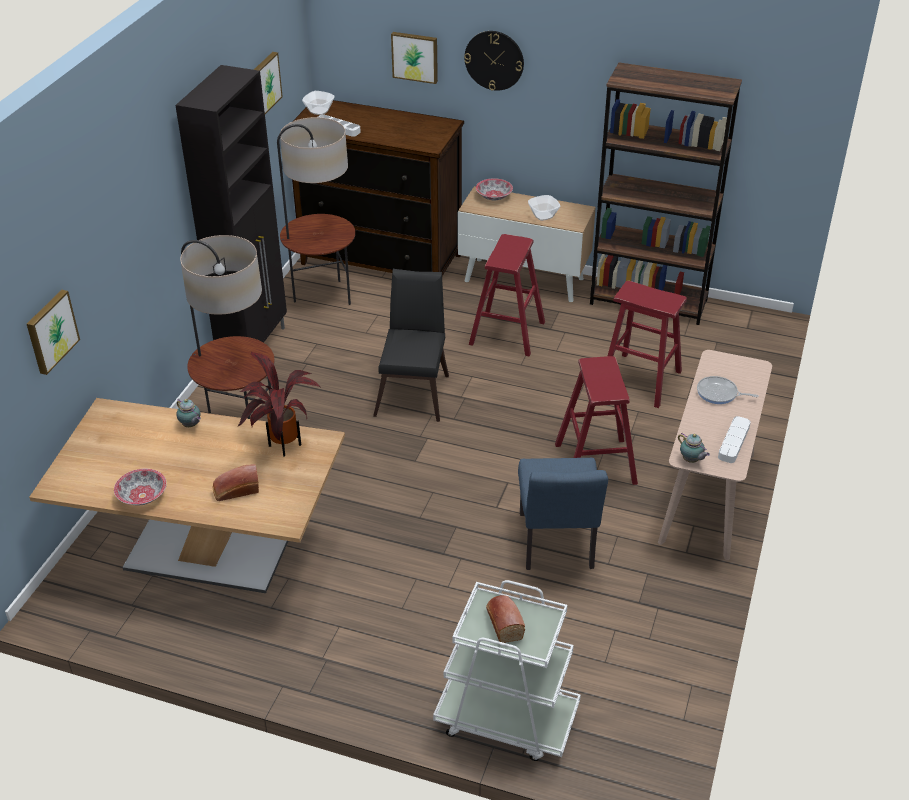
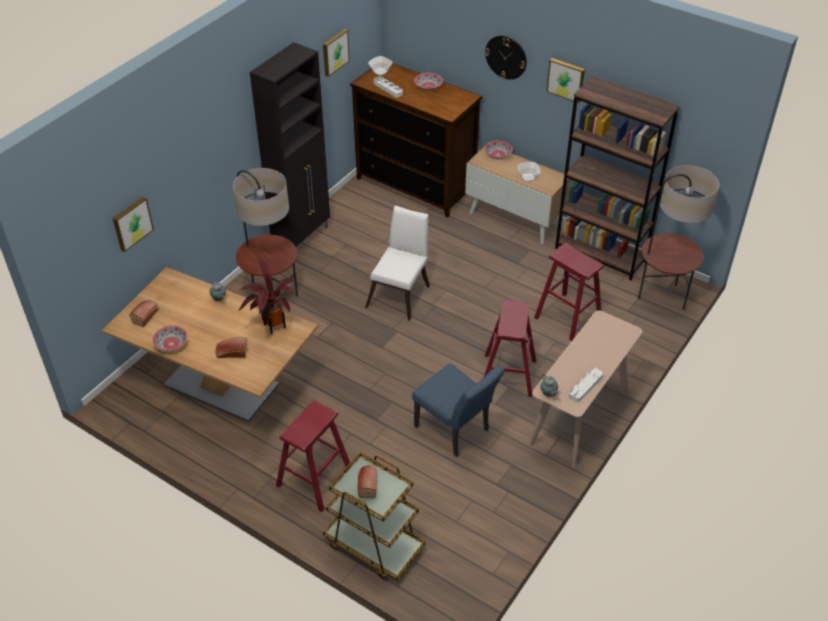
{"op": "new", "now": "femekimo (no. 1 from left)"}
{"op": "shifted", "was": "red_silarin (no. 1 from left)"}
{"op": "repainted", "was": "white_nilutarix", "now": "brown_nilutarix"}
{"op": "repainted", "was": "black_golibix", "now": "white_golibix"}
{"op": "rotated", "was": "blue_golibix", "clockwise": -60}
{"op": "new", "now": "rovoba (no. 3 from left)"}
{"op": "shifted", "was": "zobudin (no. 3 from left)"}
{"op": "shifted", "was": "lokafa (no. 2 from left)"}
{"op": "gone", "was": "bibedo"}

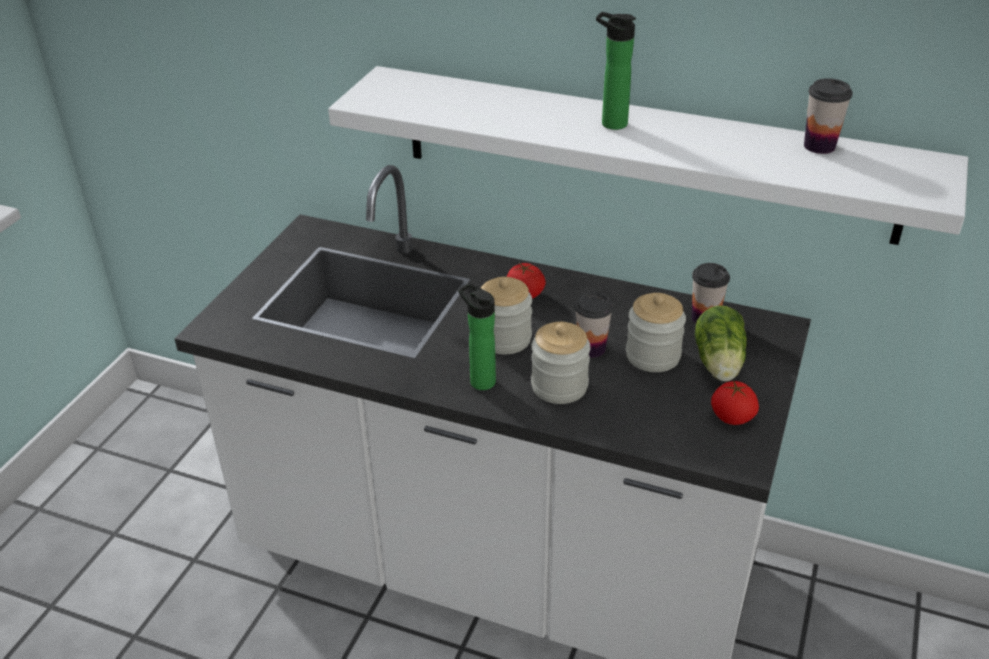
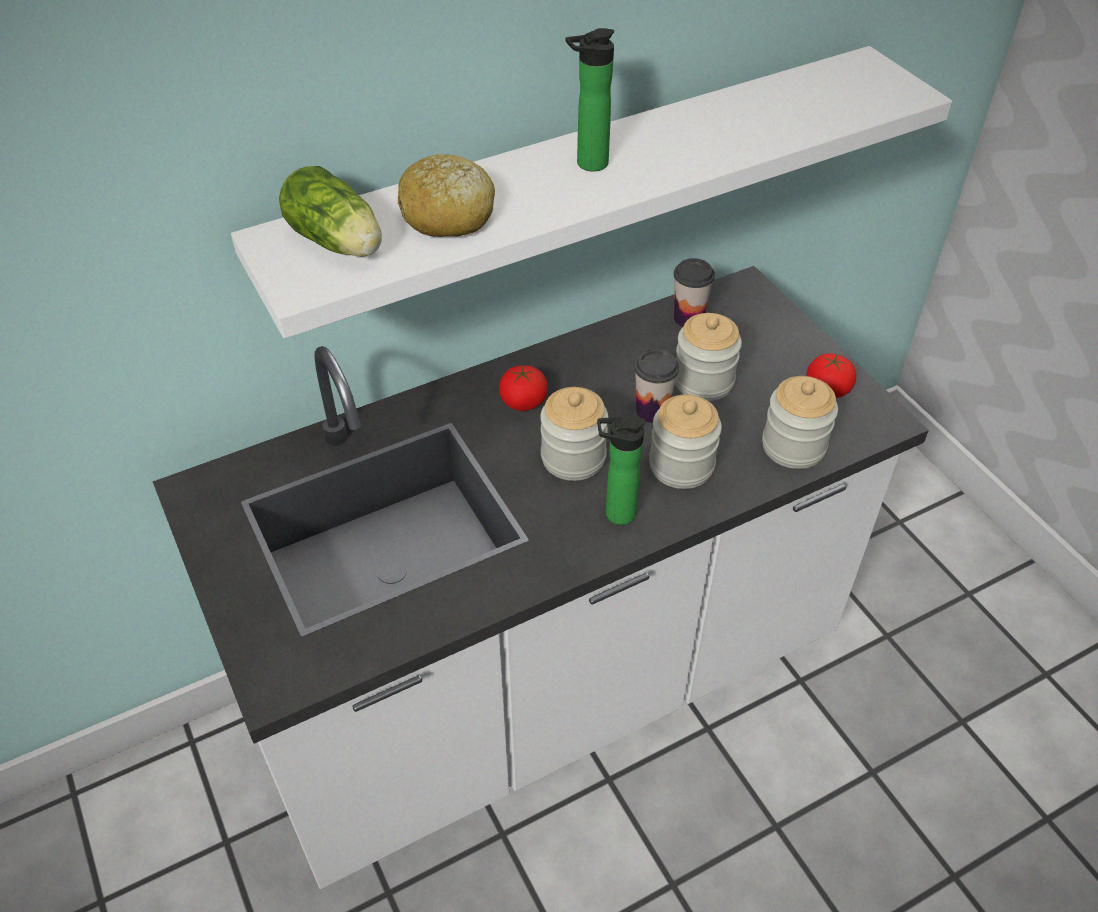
{"op": "shifted", "was": "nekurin"}
{"op": "new", "now": "femekimo"}
{"op": "new", "now": "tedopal (no. 4 from left)"}
{"op": "gone", "was": "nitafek (no. 3 from left)"}

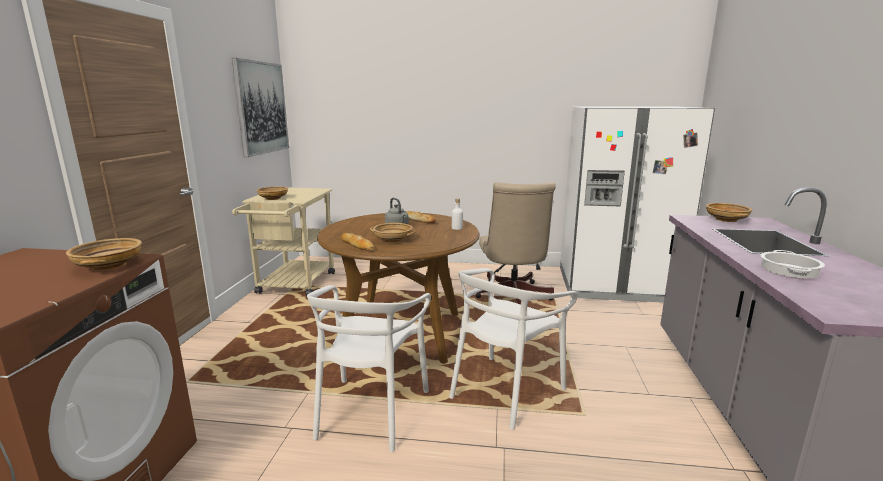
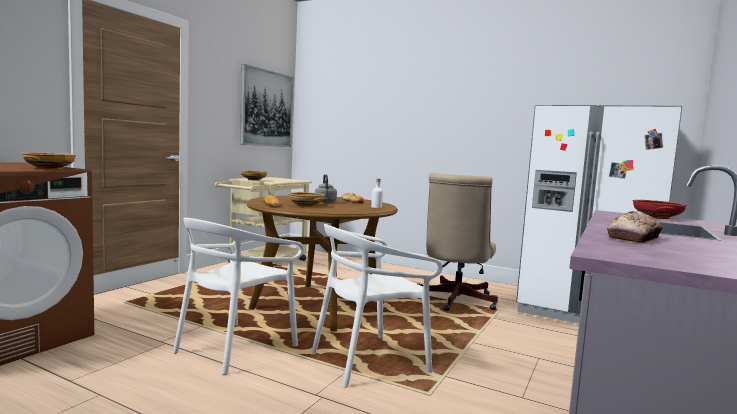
{"op": "swapped", "was": "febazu", "now": "femekimo (no. 3 from left)"}
{"op": "repainted", "was": "beige_rovoba (no. 4 from left)", "now": "red_rovoba"}

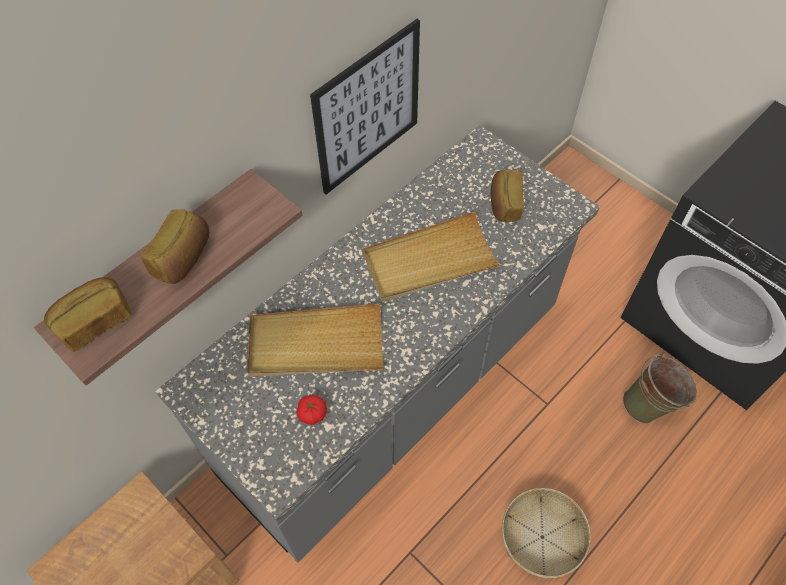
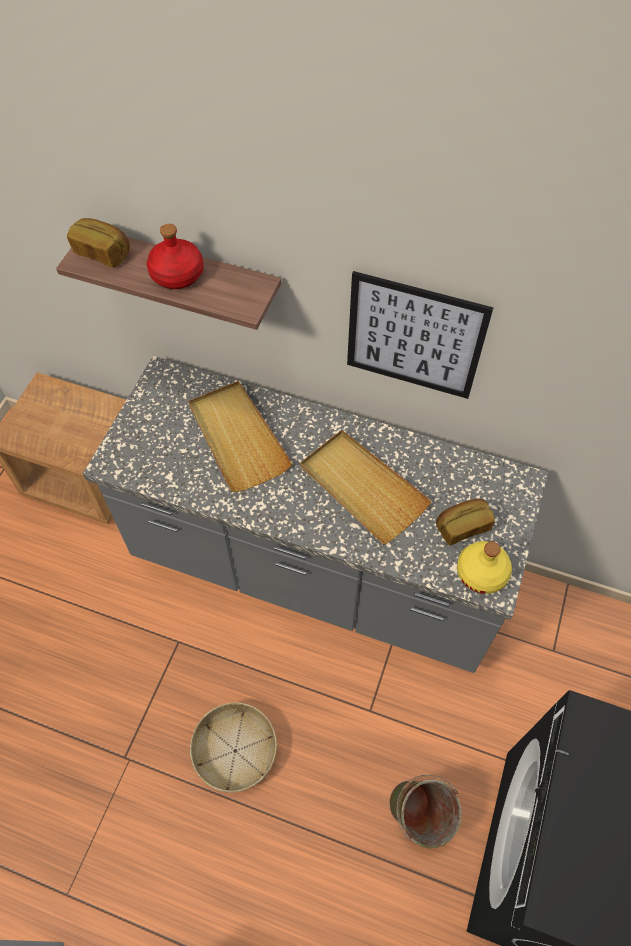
{"op": "swapped", "was": "femekimo (no. 2 from left)", "now": "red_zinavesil"}
{"op": "new", "now": "yellow_zinavesil"}
{"op": "gone", "was": "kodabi"}

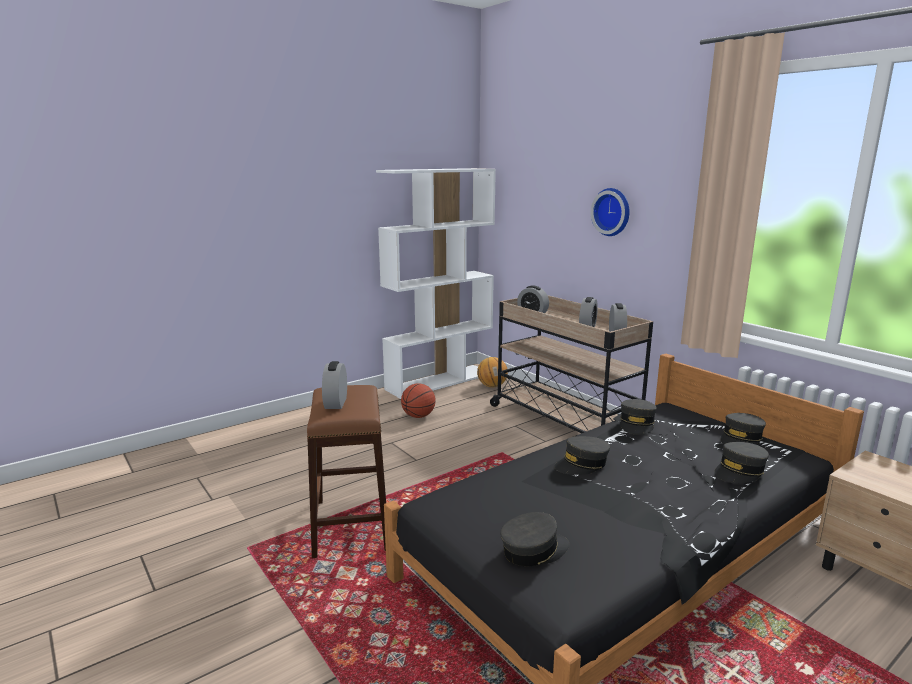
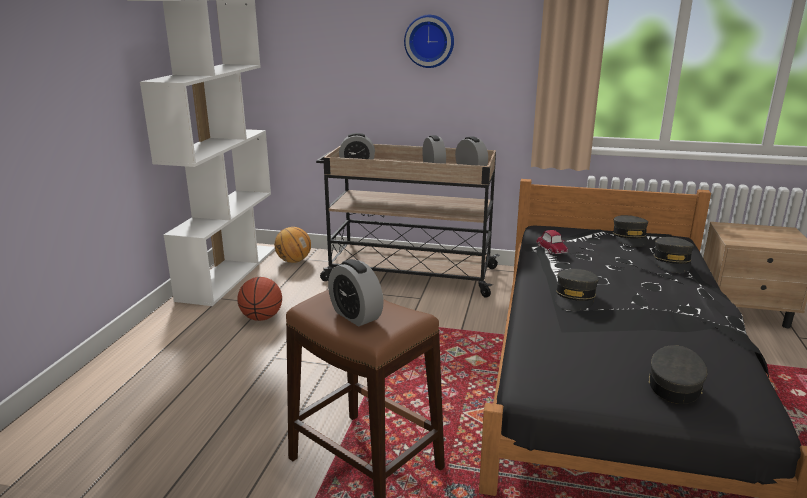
{"op": "swapped", "was": "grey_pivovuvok (no. 3 from left)", "now": "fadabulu"}

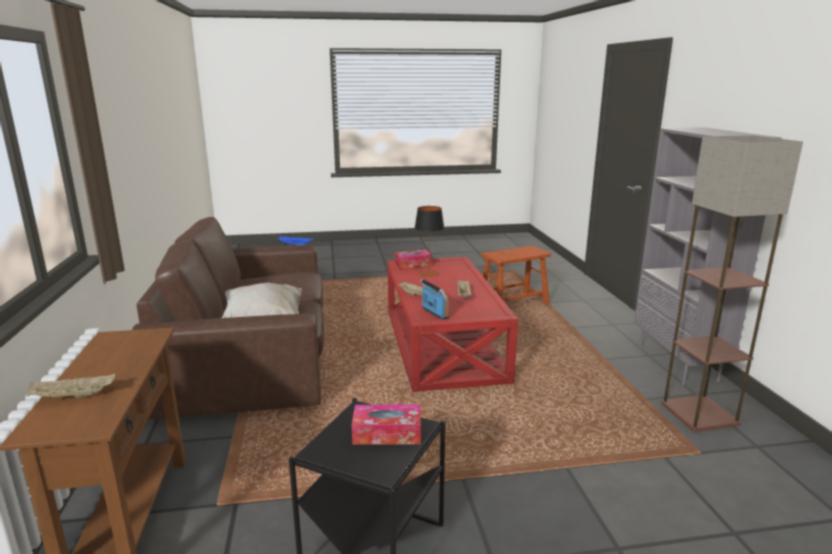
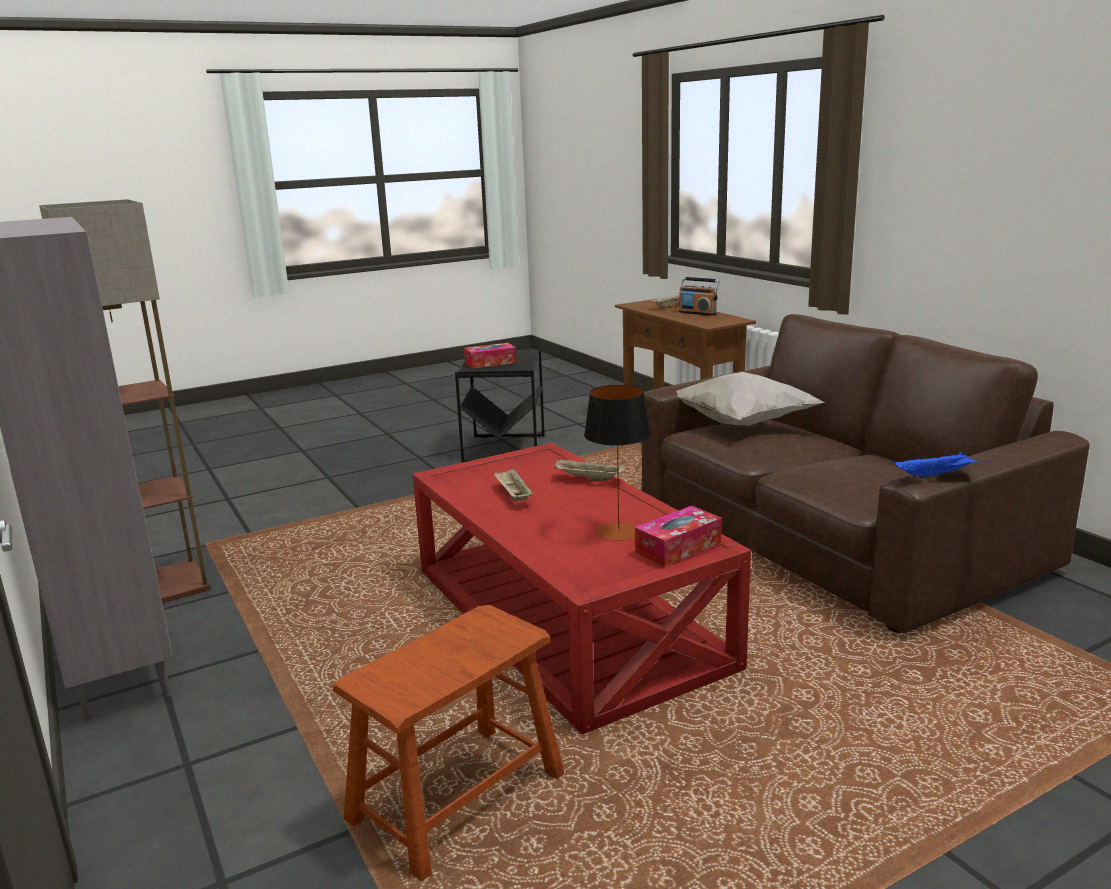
{"op": "shifted", "was": "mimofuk"}

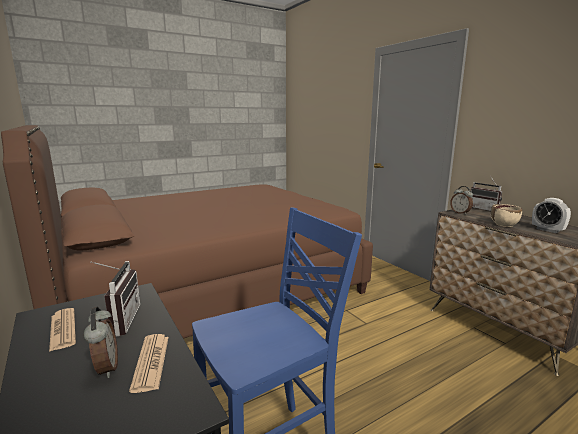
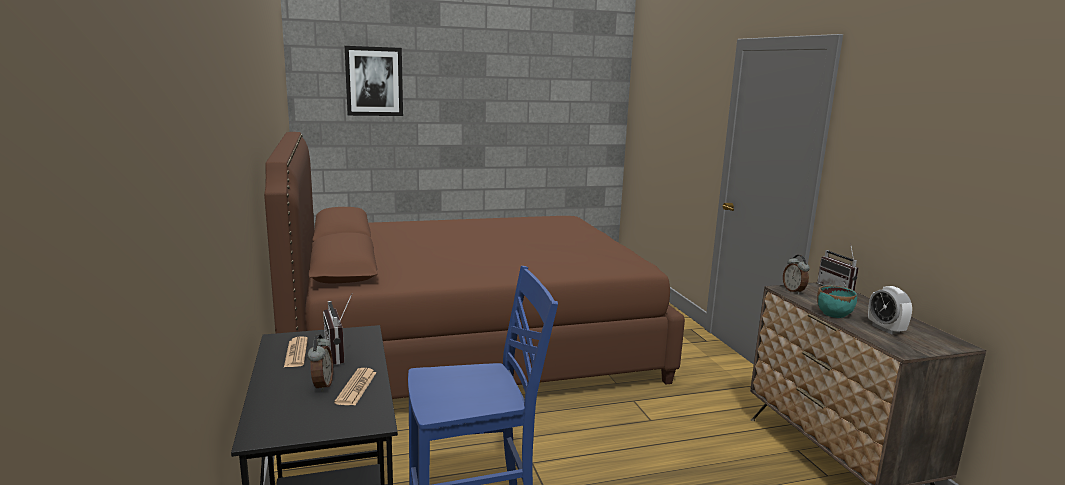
{"op": "rotated", "was": "mimofuk (no. 1 from left)", "clockwise": 150}
{"op": "new", "now": "zobudin"}
{"op": "repainted", "was": "beige_rovoba", "now": "turquoise_rovoba"}

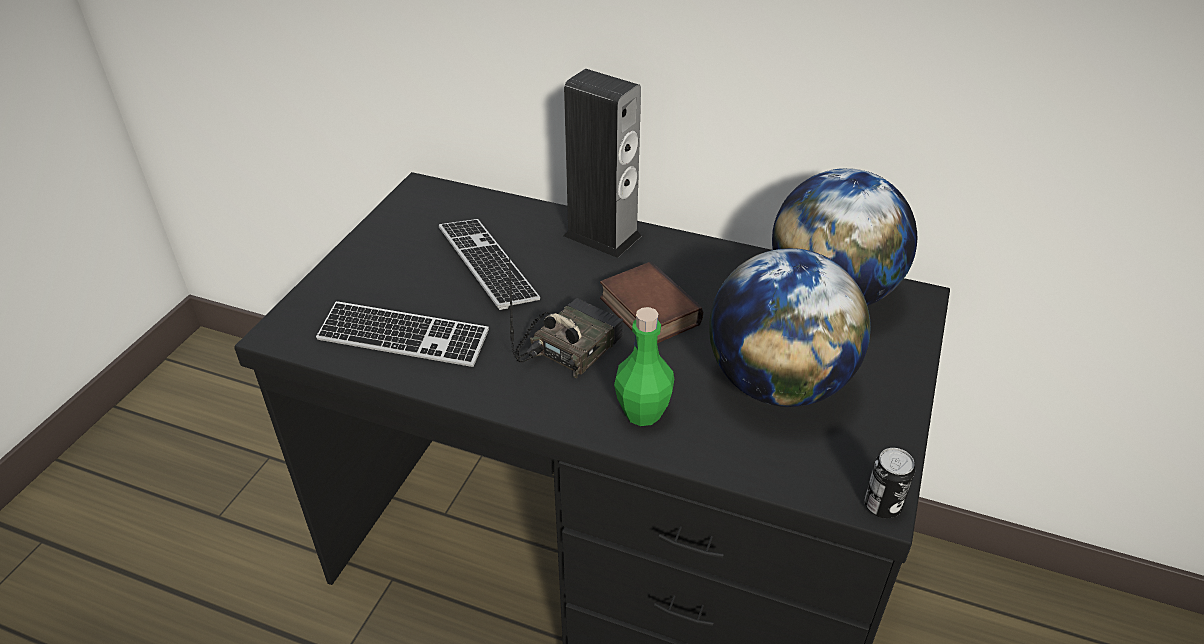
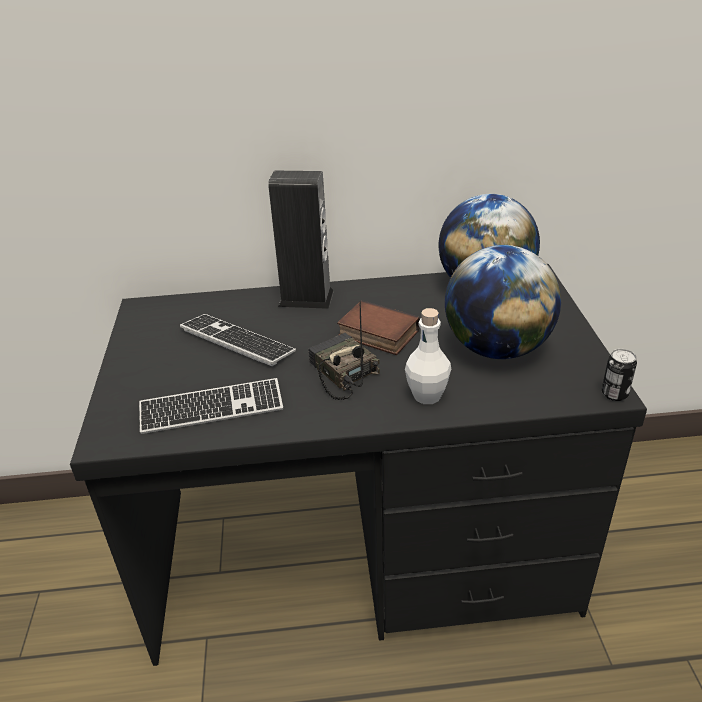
{"op": "rotated", "was": "mimofuk", "clockwise": -45}
{"op": "repainted", "was": "green_zinavesil", "now": "white_zinavesil"}

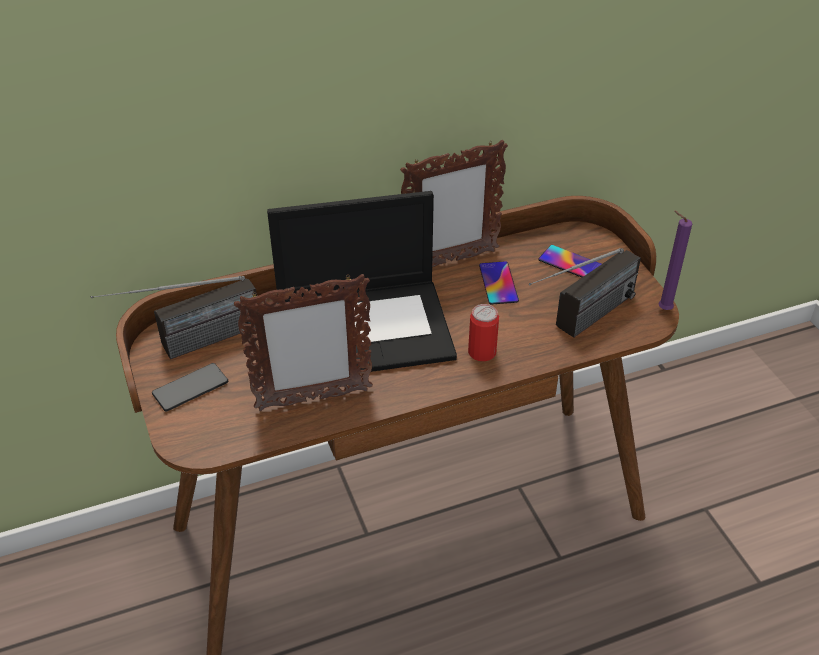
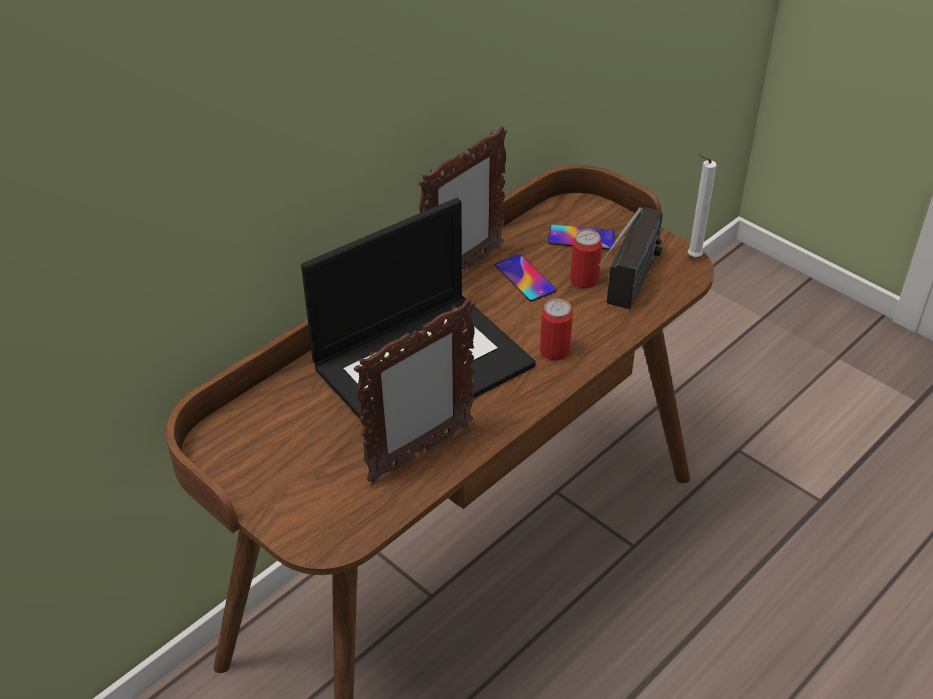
{"op": "new", "now": "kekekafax (no. 2 from left)"}
{"op": "repainted", "was": "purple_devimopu", "now": "white_devimopu"}
{"op": "gone", "was": "mimofuk (no. 1 from left)"}
{"op": "gone", "was": "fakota (no. 1 from left)"}

